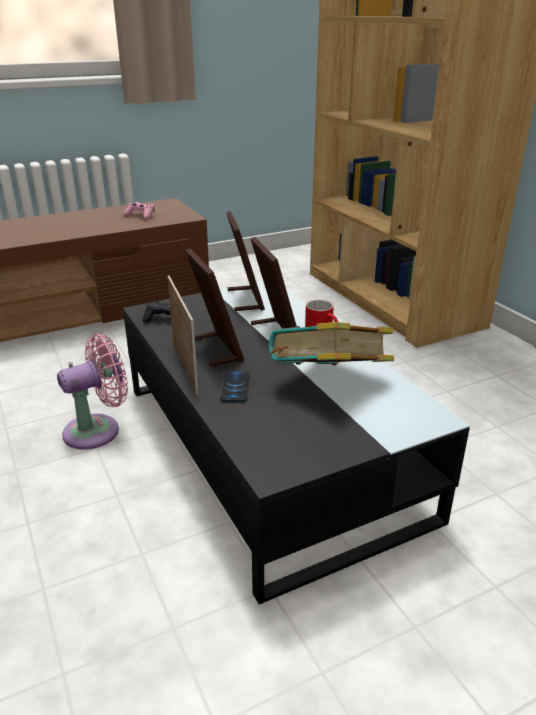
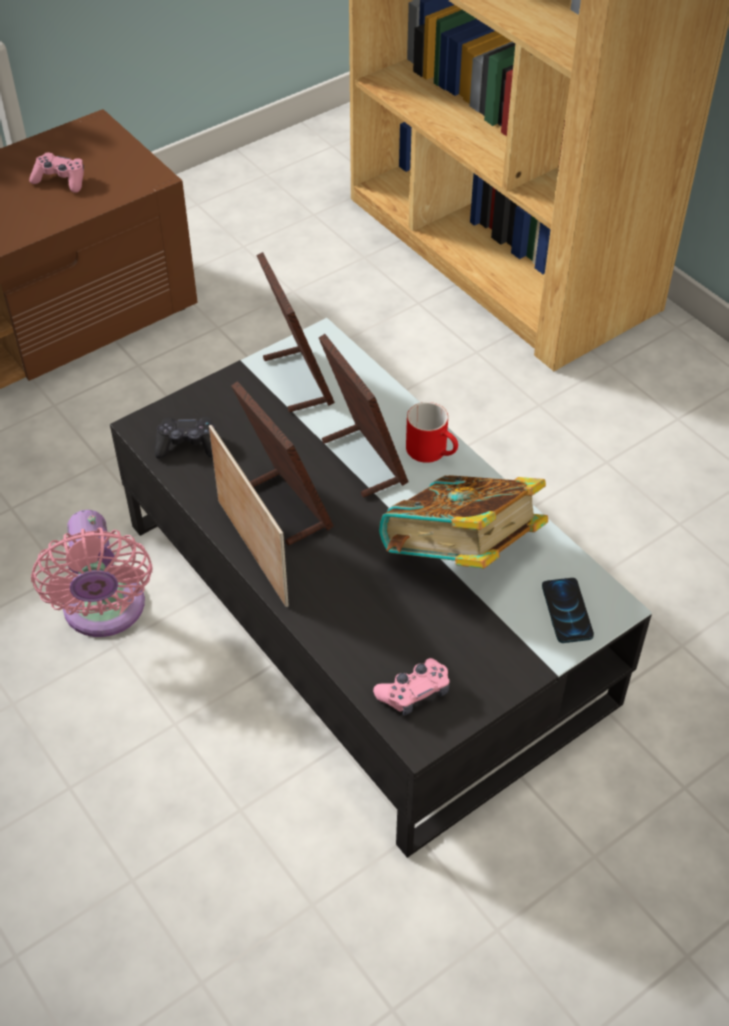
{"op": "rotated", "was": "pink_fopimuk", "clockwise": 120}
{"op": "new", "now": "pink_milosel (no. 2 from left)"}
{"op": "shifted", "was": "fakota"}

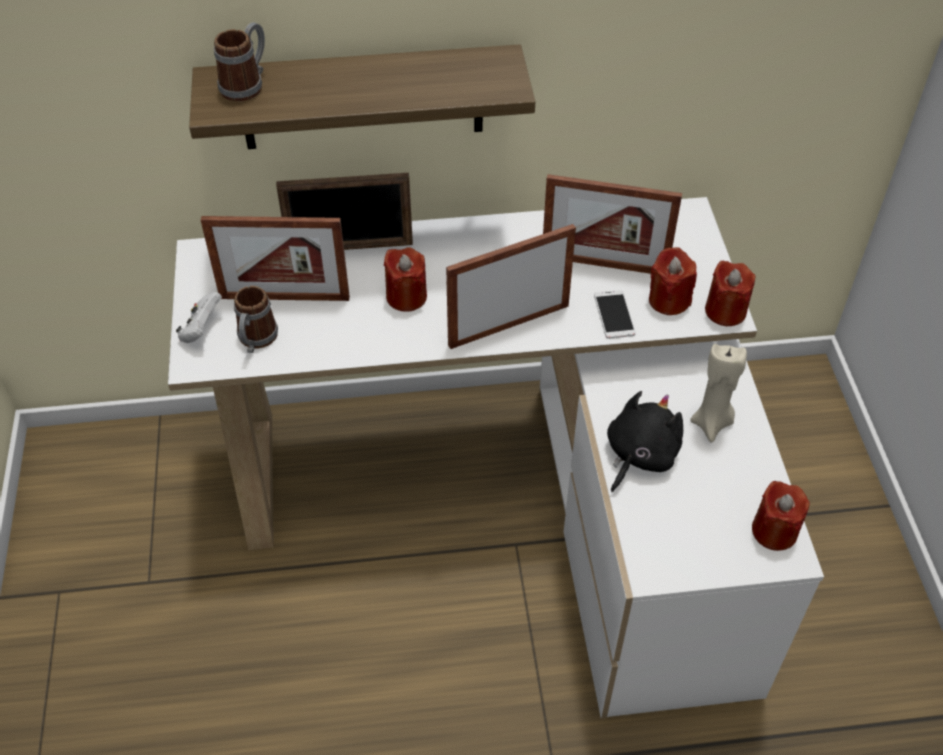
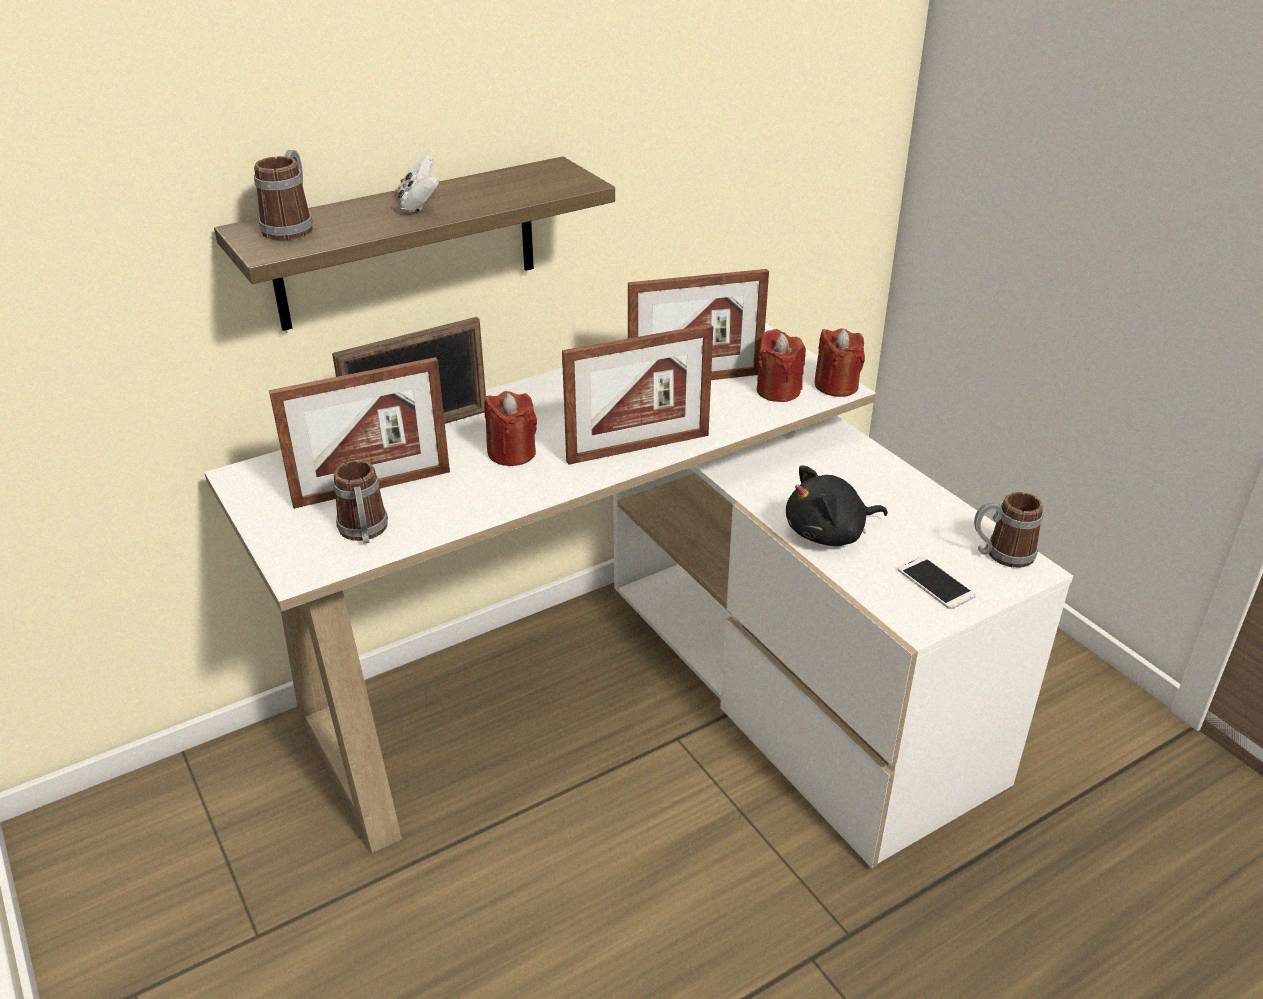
{"op": "shifted", "was": "white_milosel"}
{"op": "rotated", "was": "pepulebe (no. 3 from left)", "clockwise": -150}
{"op": "rotated", "was": "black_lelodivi", "clockwise": -120}
{"op": "shifted", "was": "fakota"}
{"op": "swapped", "was": "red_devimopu (no. 4 from left)", "now": "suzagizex (no. 3 from left)"}
{"op": "gone", "was": "beige_devimopu"}

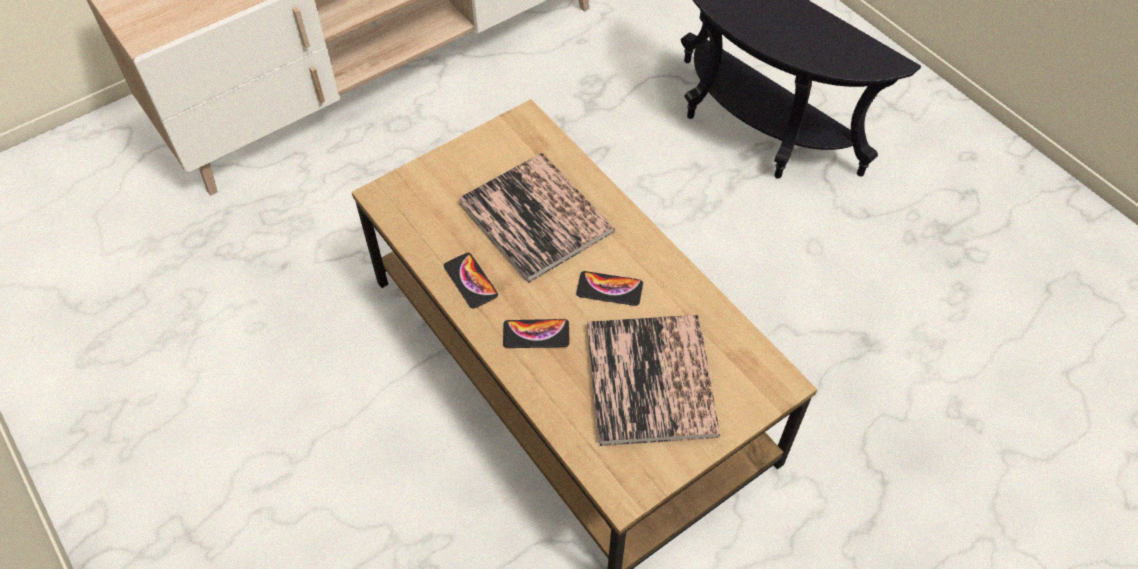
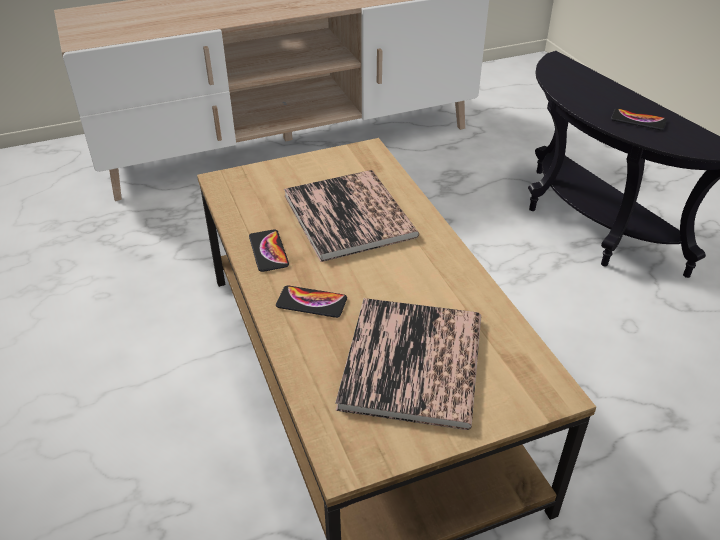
{"op": "shifted", "was": "fakota (no. 3 from left)"}

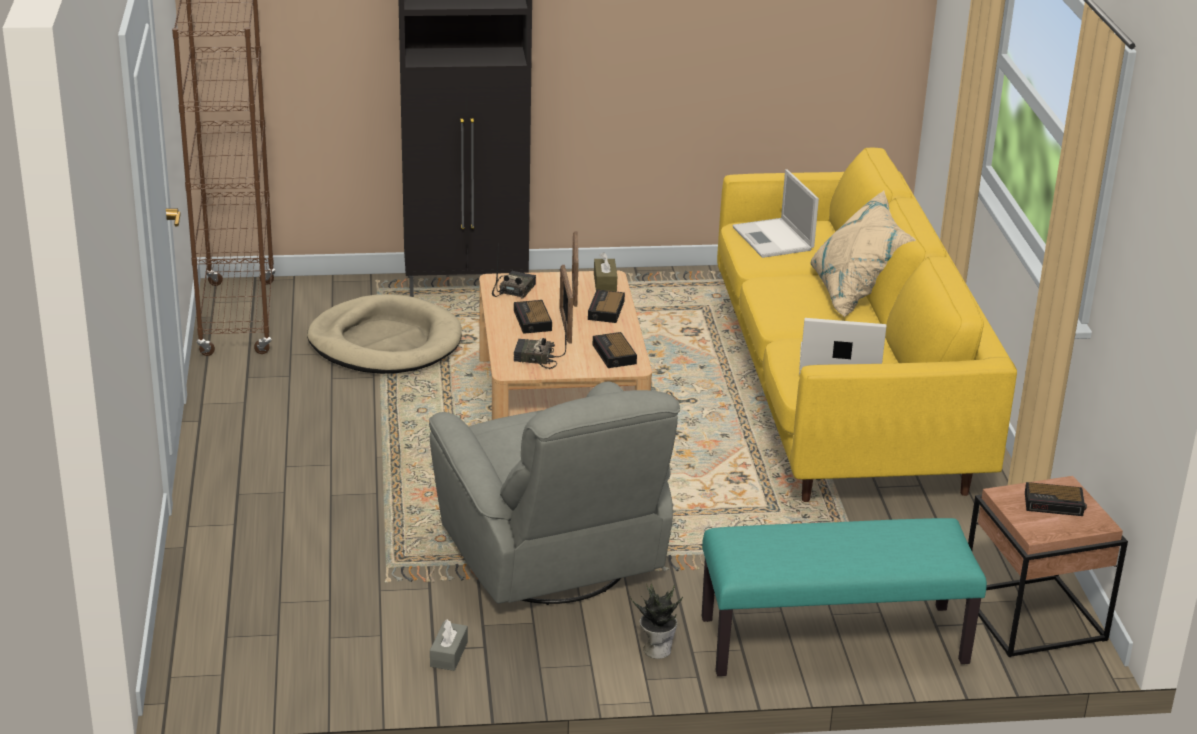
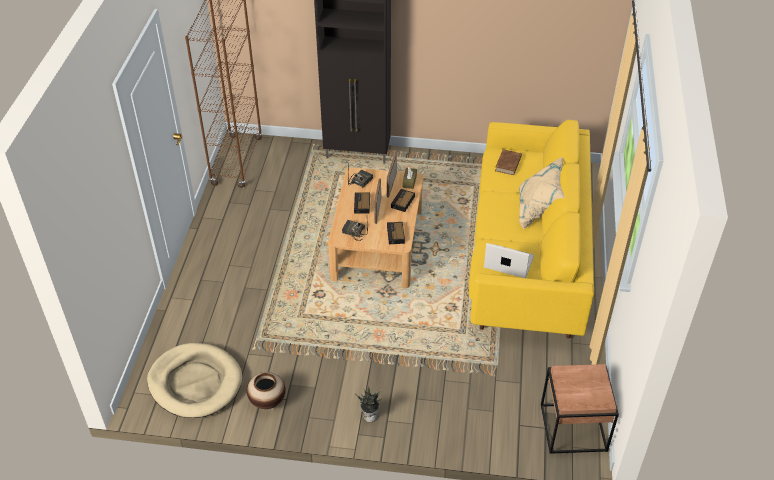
{"op": "shifted", "was": "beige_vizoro"}
{"op": "swapped", "was": "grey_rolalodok", "now": "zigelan"}
{"op": "swapped", "was": "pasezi (no. 1 from left)", "now": "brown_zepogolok"}
{"op": "gone", "was": "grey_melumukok"}
{"op": "gone", "was": "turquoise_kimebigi"}
{"op": "gone", "was": "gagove (no. 4 from left)"}

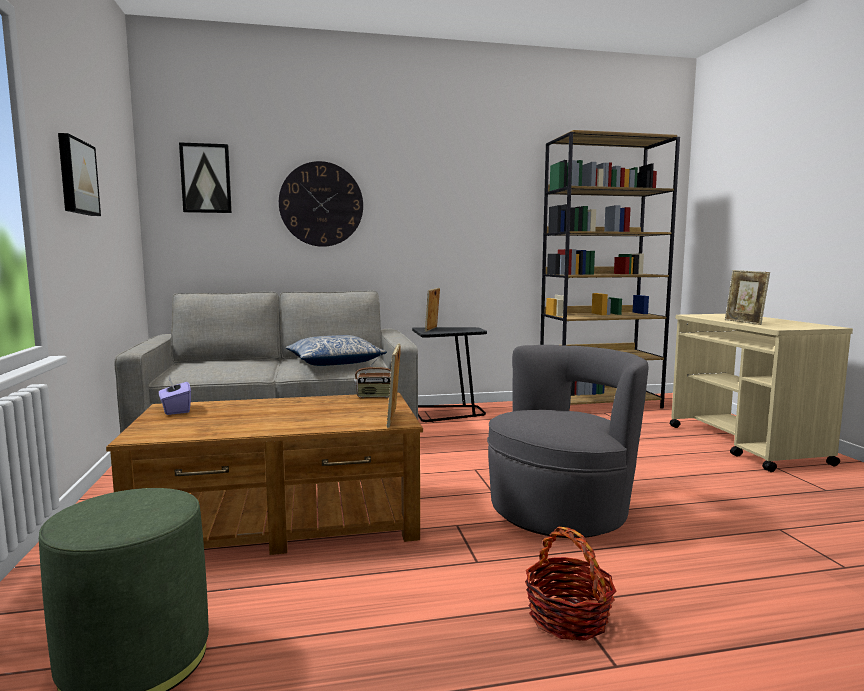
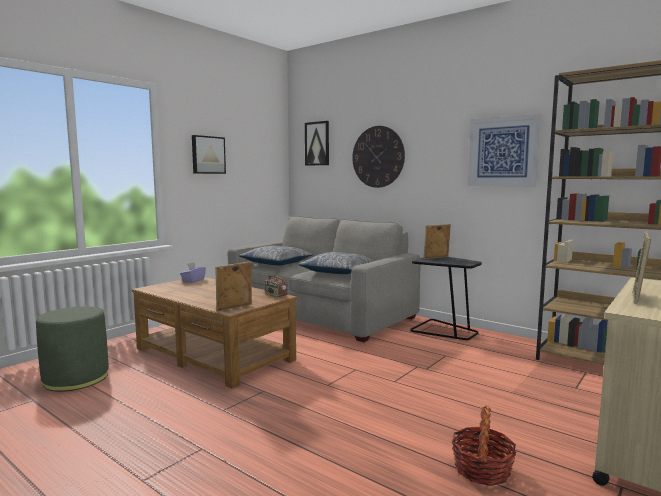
{"op": "new", "now": "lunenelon (no. 1 from left)"}
{"op": "shifted", "was": "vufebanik"}
{"op": "new", "now": "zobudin (no. 3 from left)"}
{"op": "gone", "was": "grey_melumukok"}

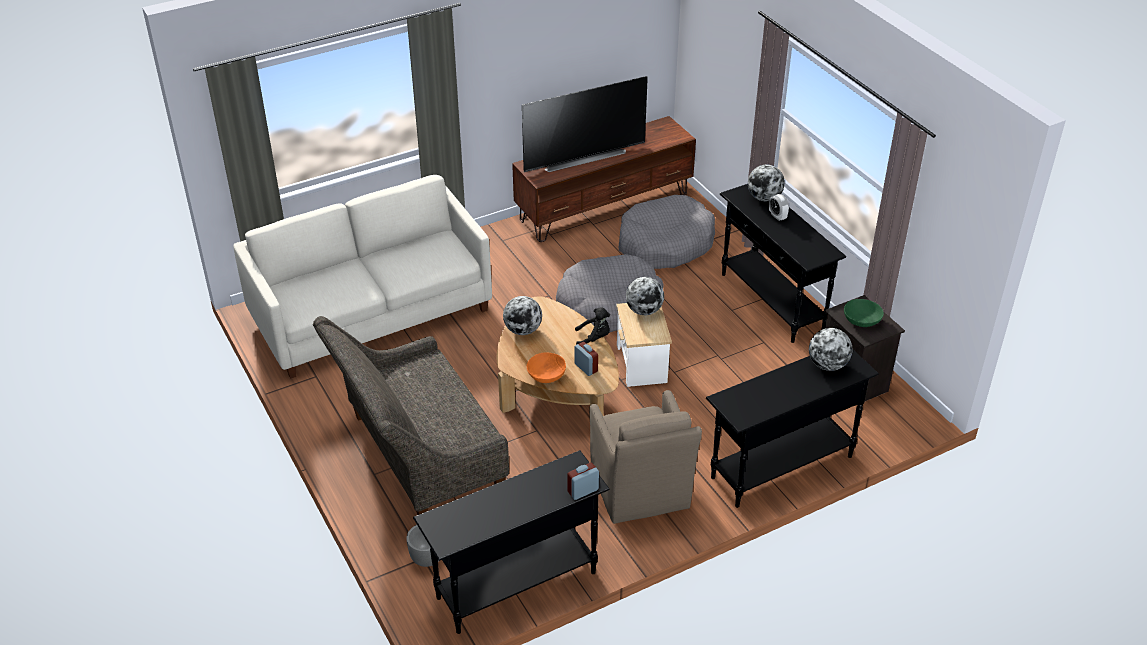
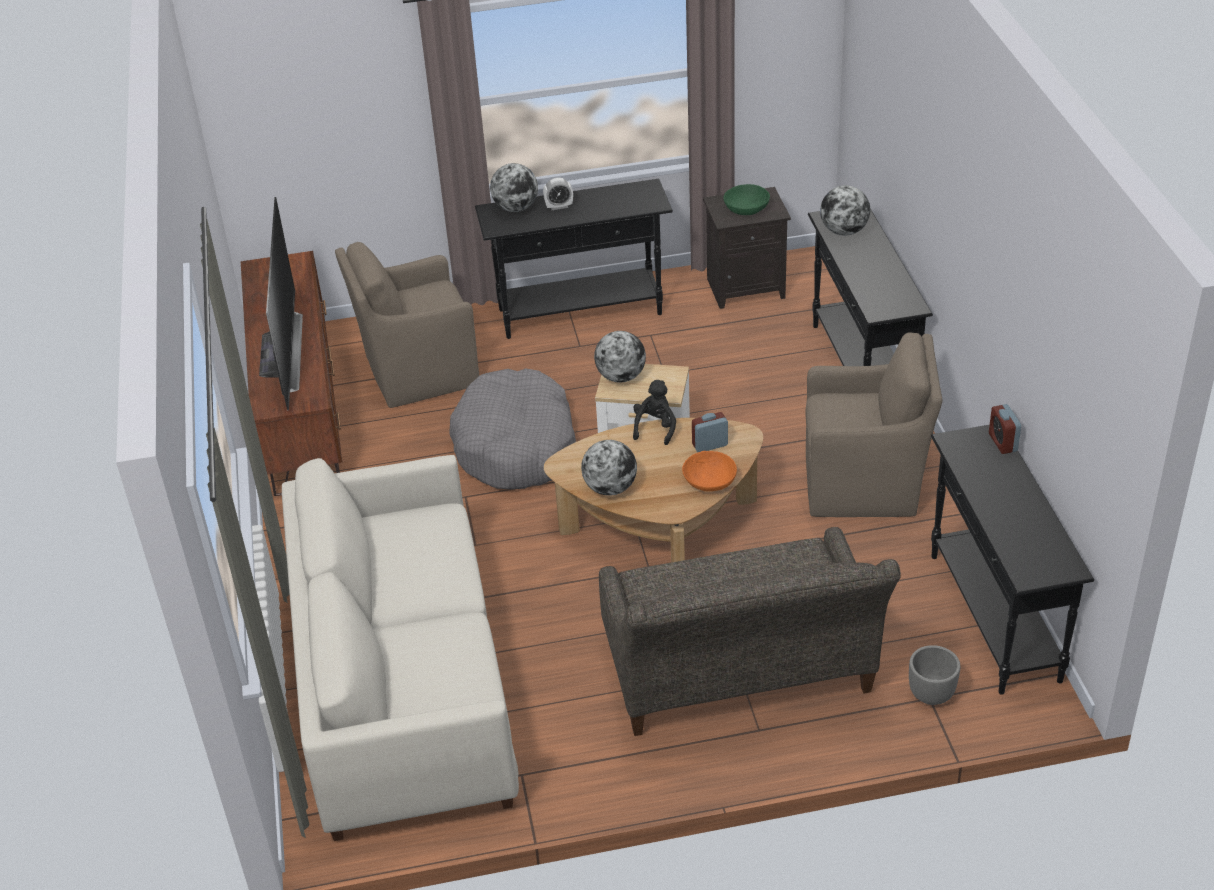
{"op": "swapped", "was": "grey_vizoro (no. 2 from left)", "now": "brown_melumukok (no. 1 from left)"}

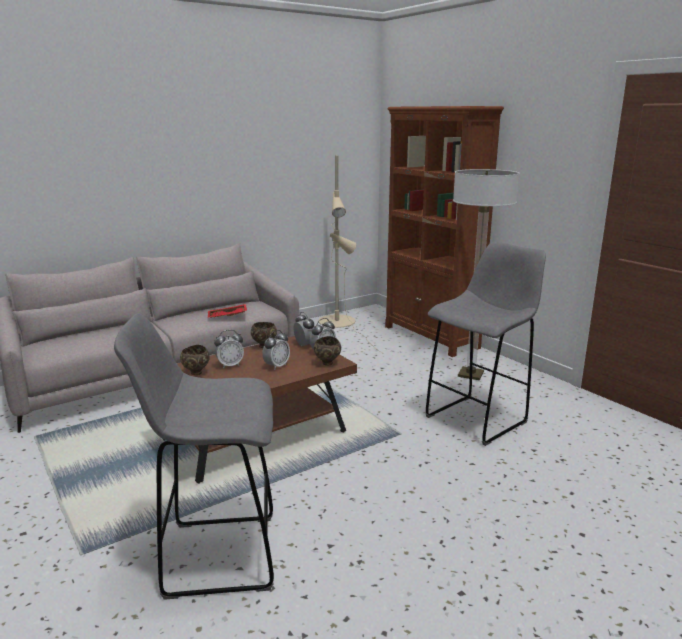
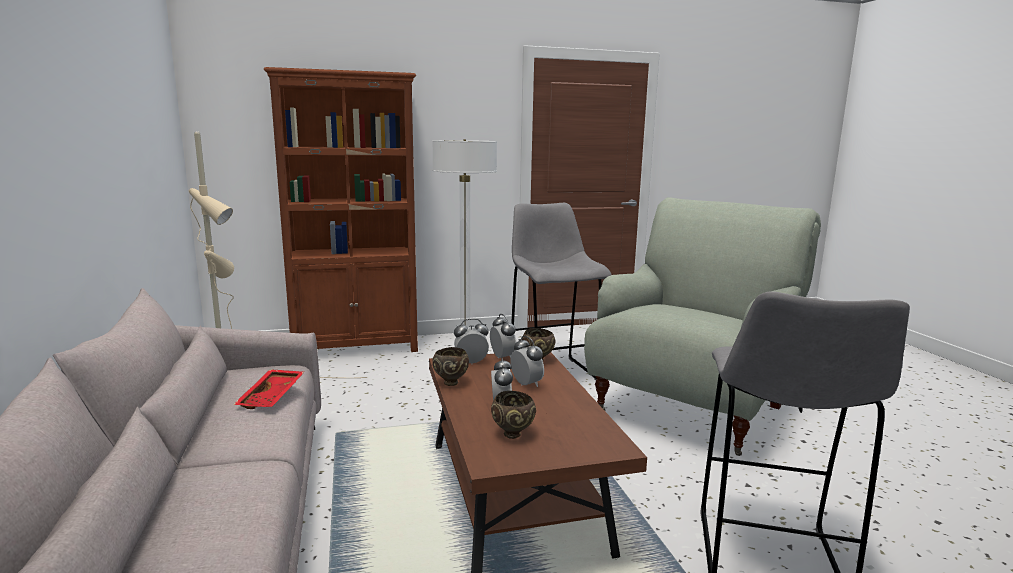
{"op": "new", "now": "grey_melumukok"}

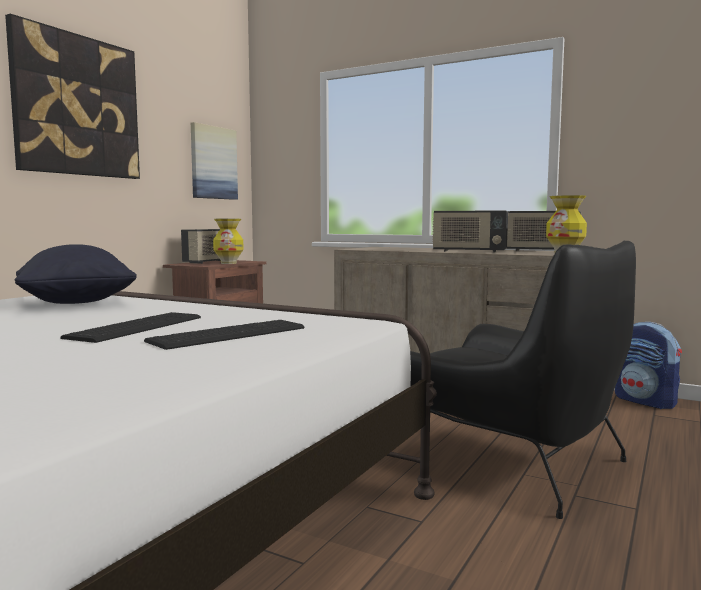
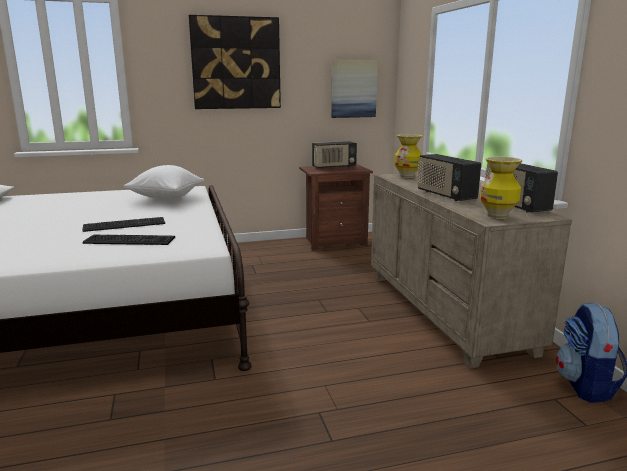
{"op": "repainted", "was": "black_lunenelon", "now": "white_lunenelon"}
{"op": "shifted", "was": "zigelan (no. 1 from left)"}
{"op": "gone", "was": "black_melumukok"}

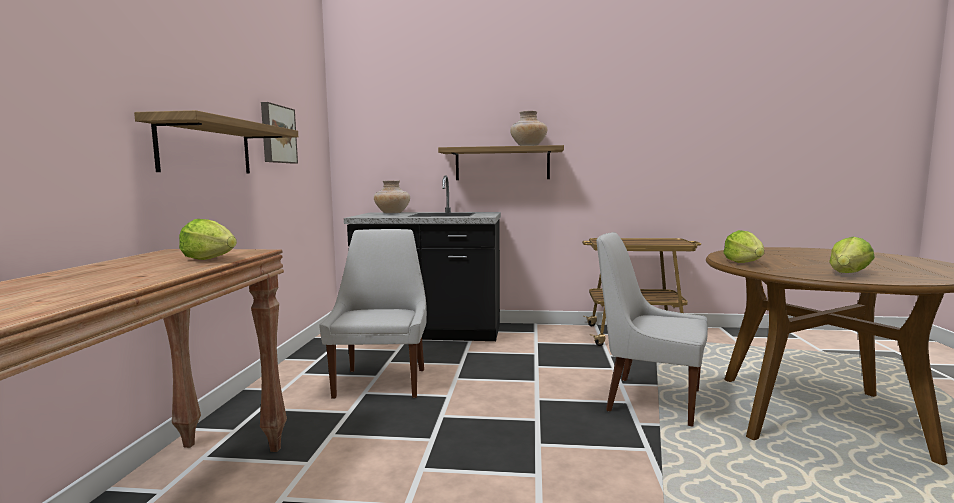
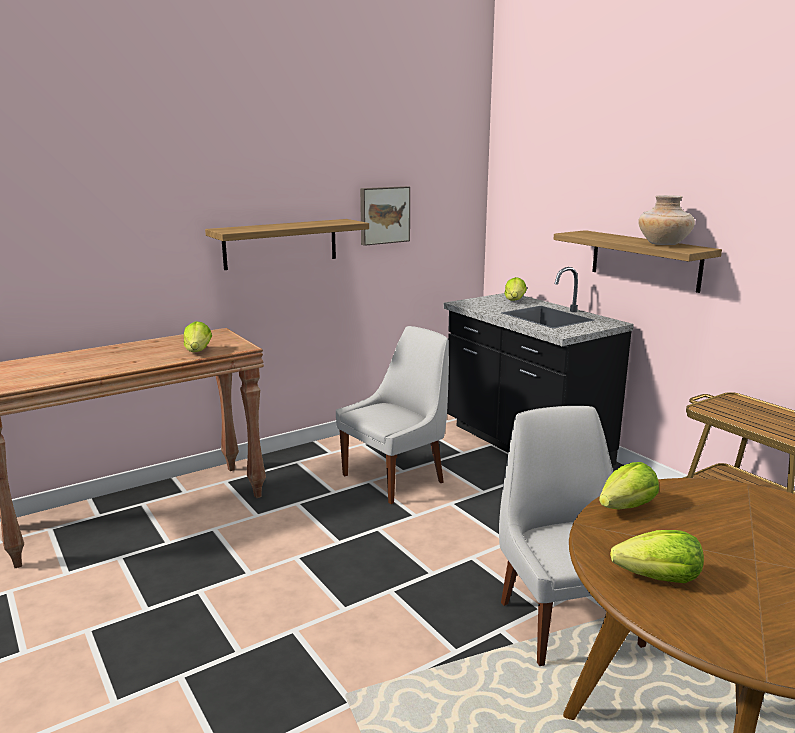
{"op": "swapped", "was": "beige_zigelan (no. 1 from left)", "now": "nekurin (no. 2 from left)"}

